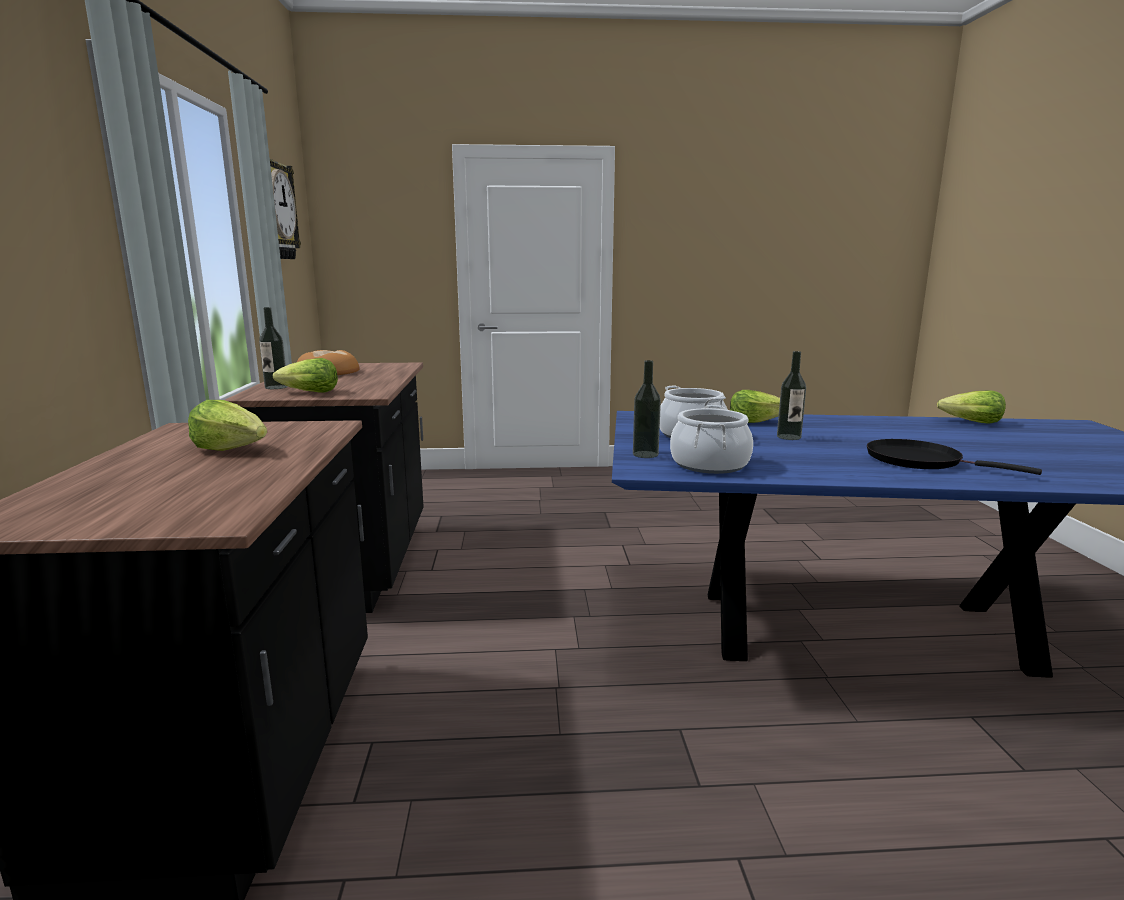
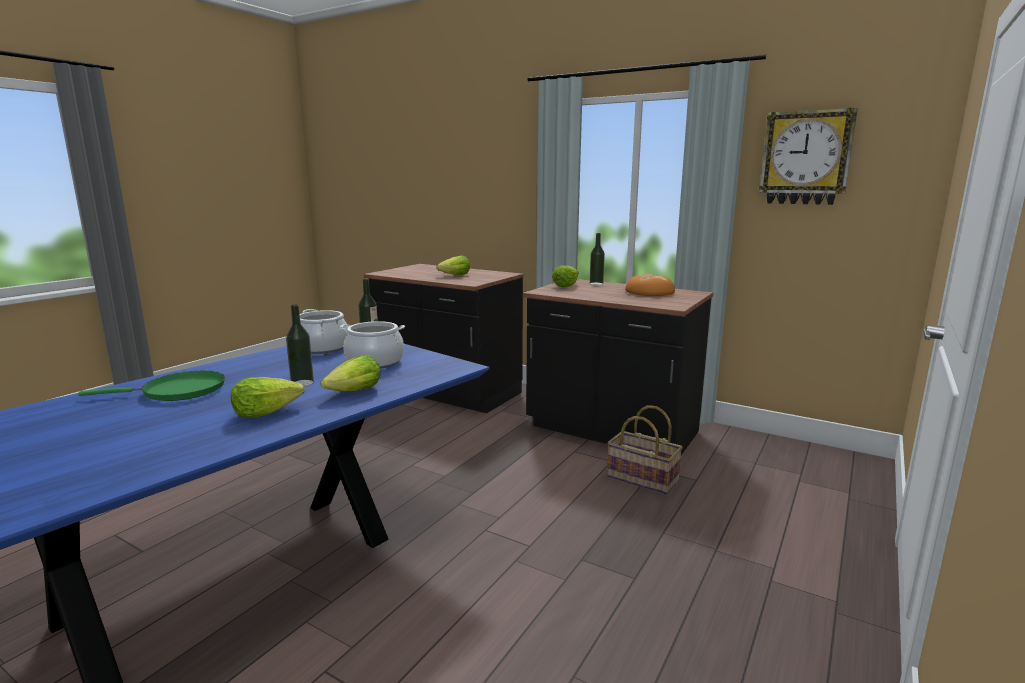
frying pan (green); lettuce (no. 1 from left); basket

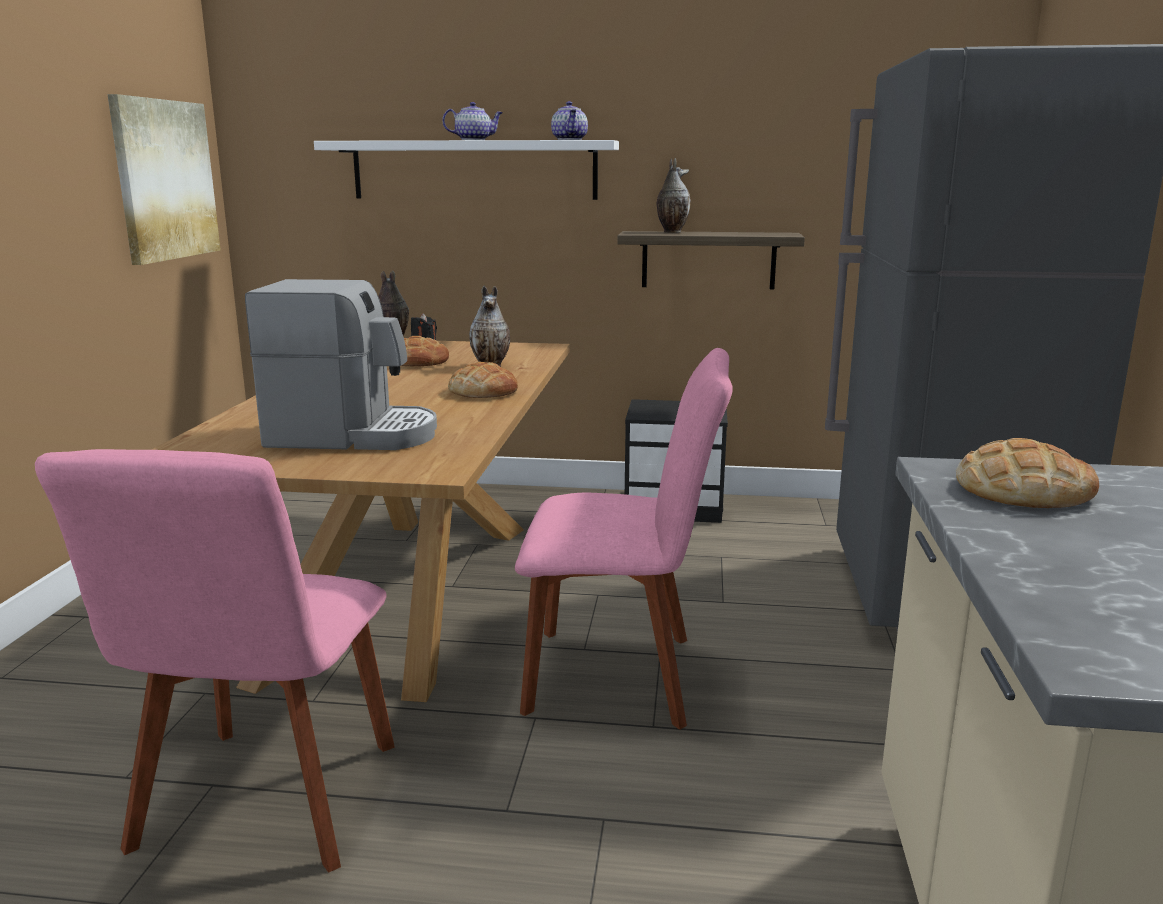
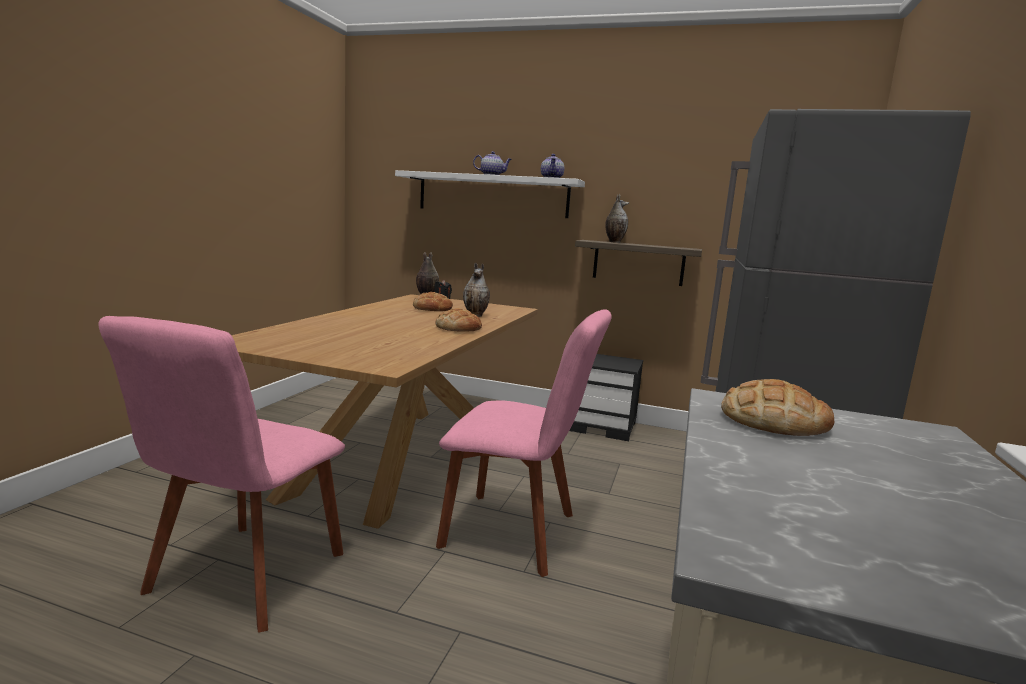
picture; coffee machine

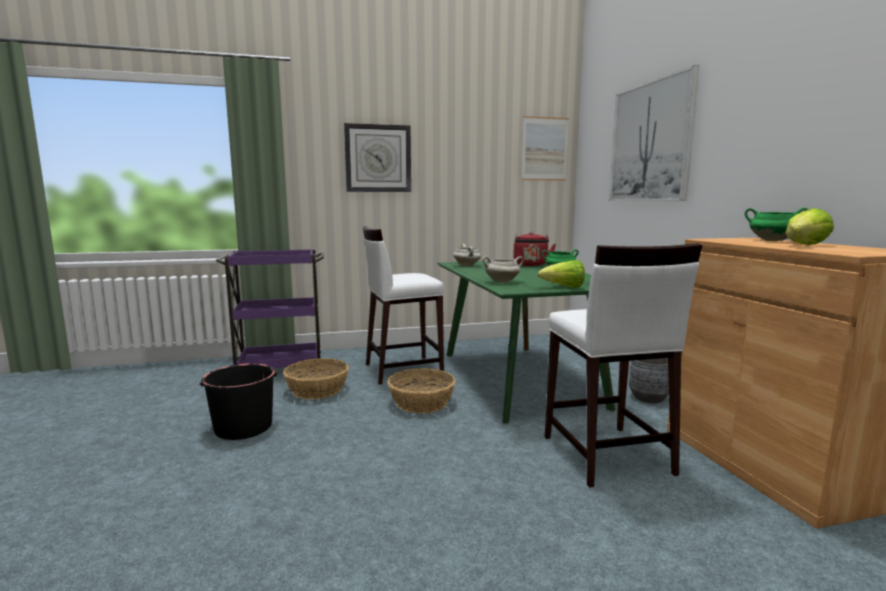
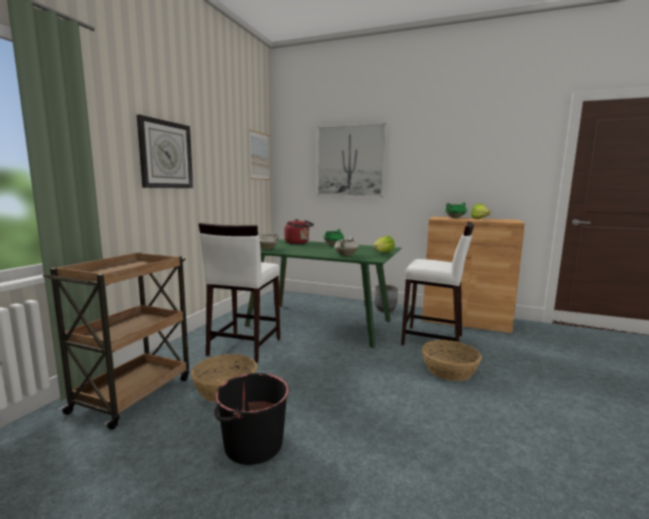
cart (brown); basket (no. 2 from left)

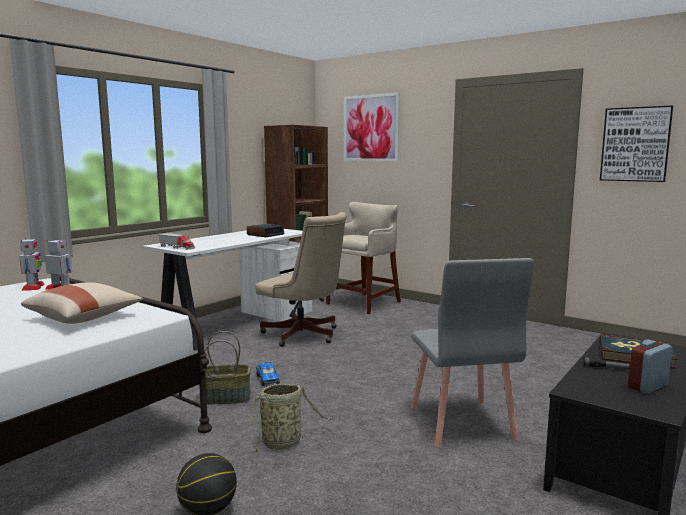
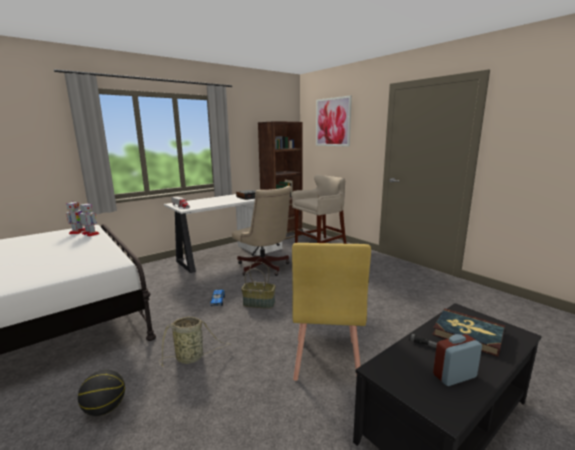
pillow (beige); basket (no. 2 from left); chair (yellow); picture (no. 2 from left in the first image)

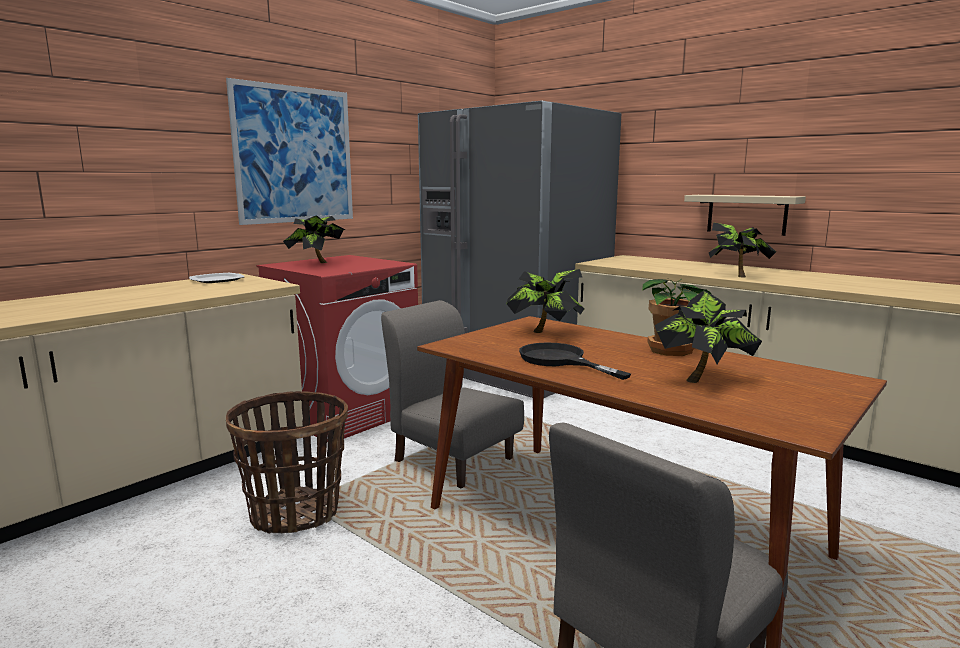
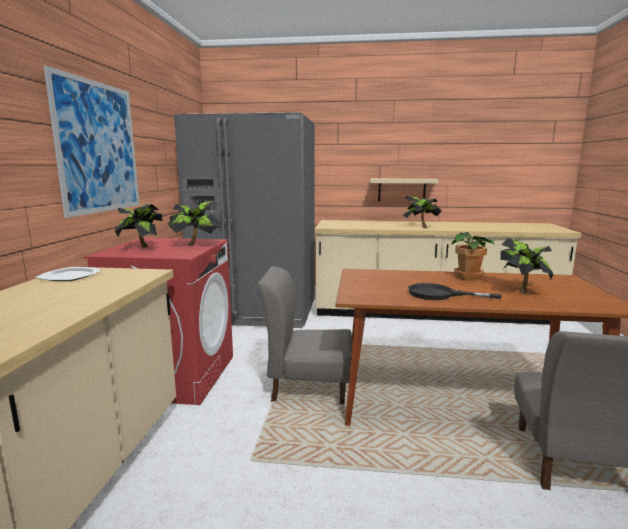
basket; potted plant (no. 2 from left)

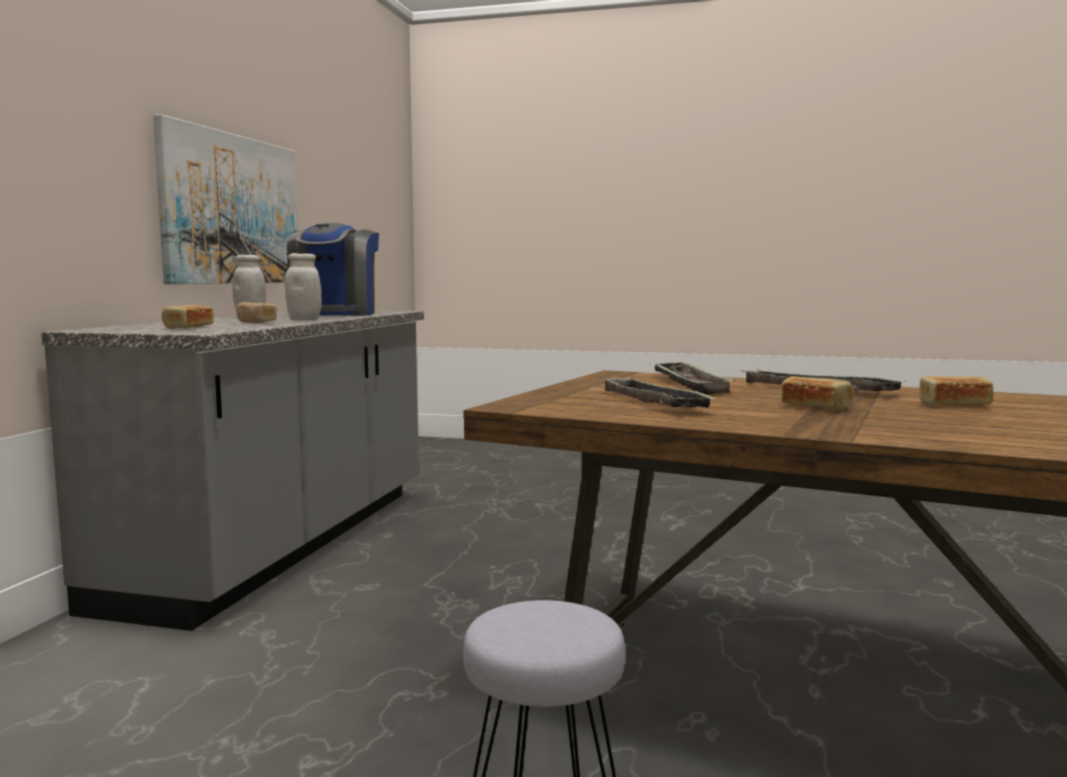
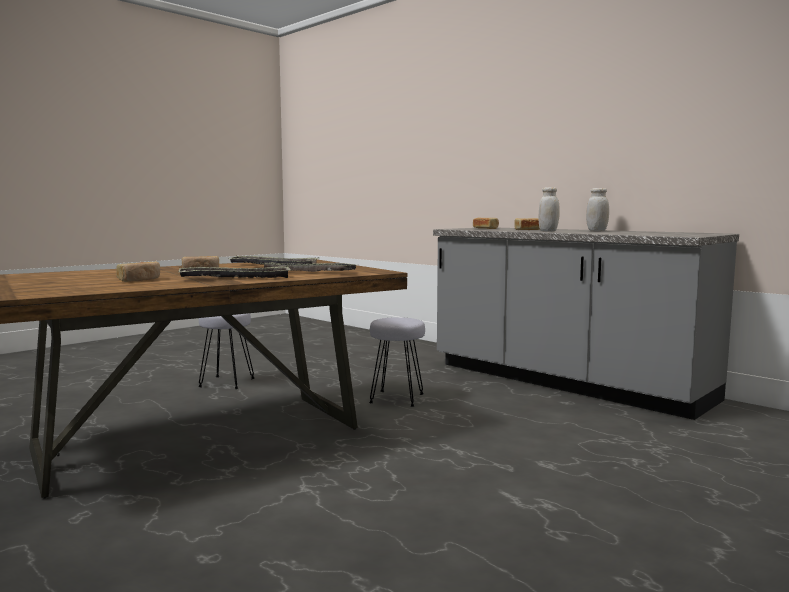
picture; coffee machine; stool (grey) (no. 2 from left)

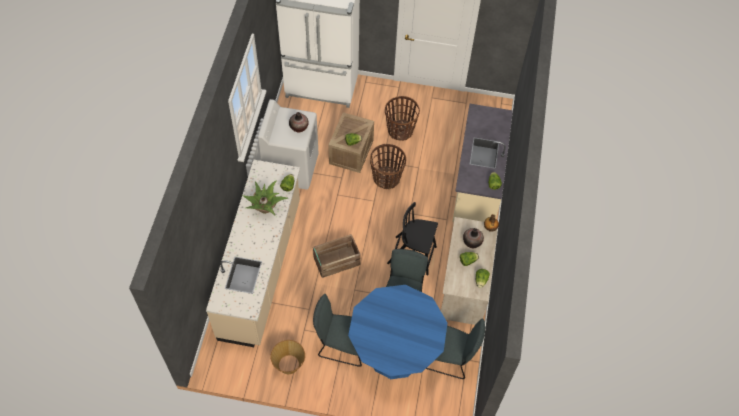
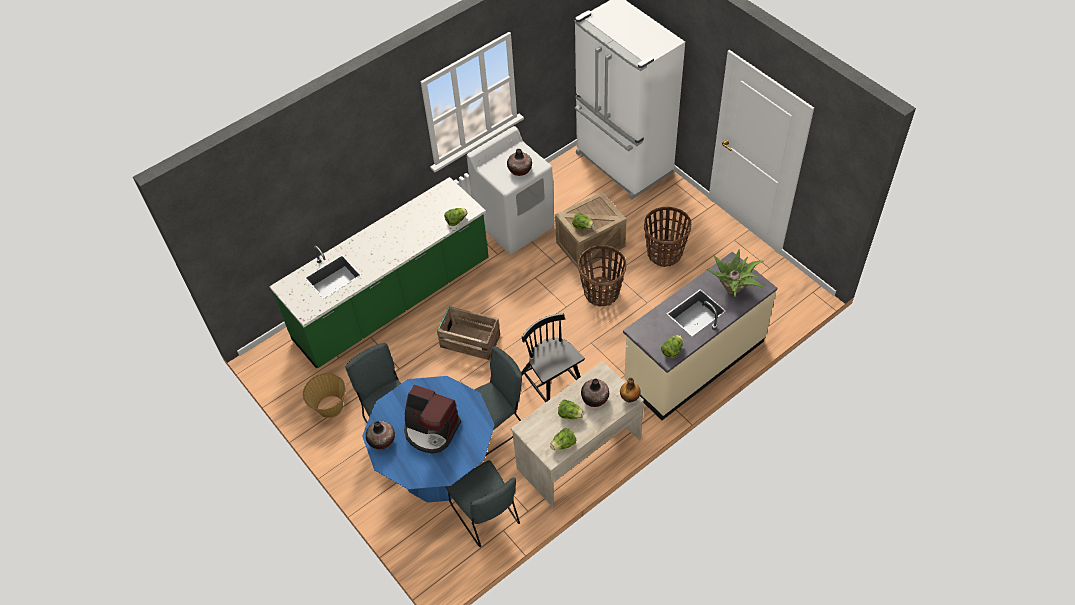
counter (green); potted plant; vase (no. 1 from left); coffee machine

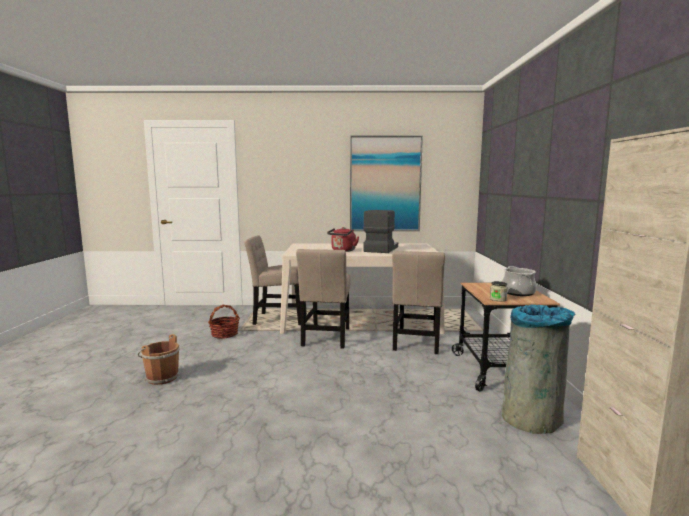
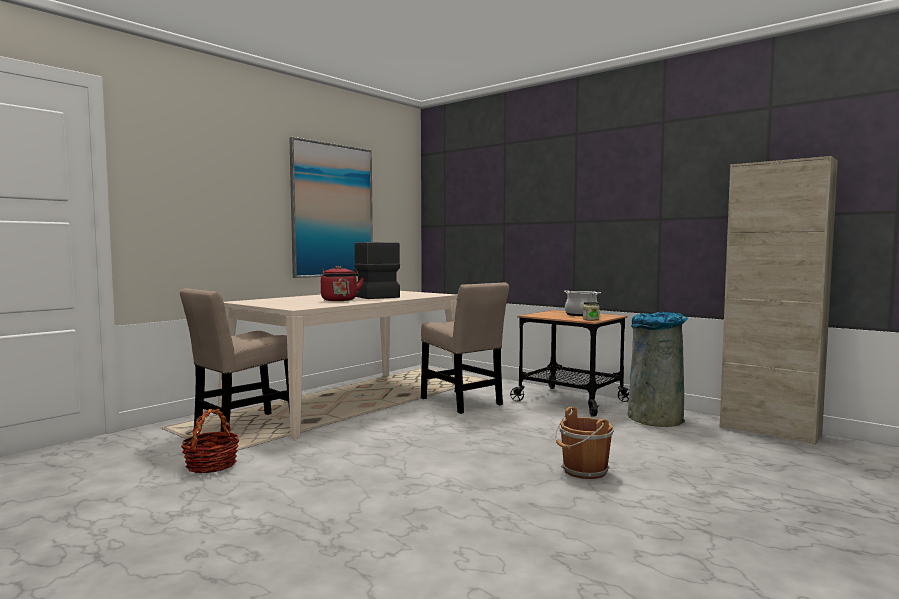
bucket (brown); chair (beige) (no. 2 from left in the first image)

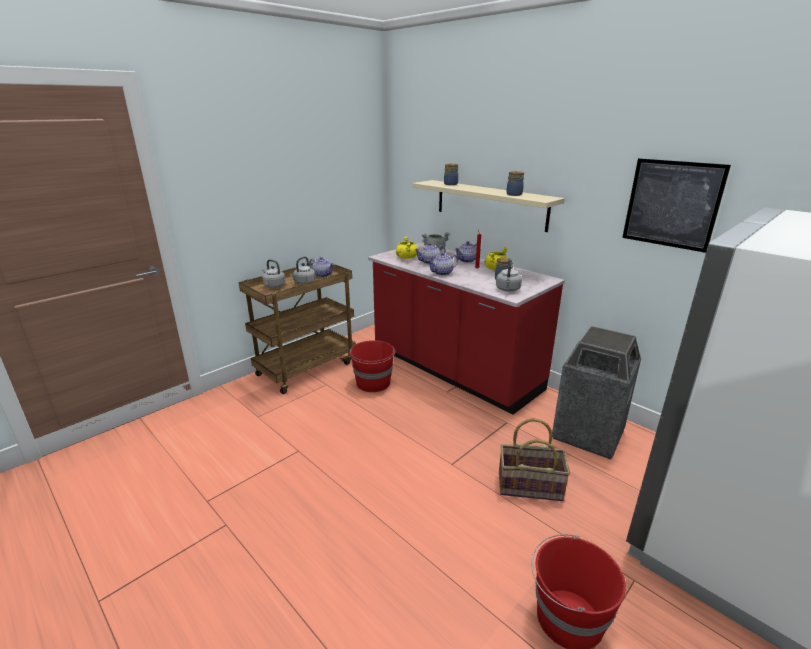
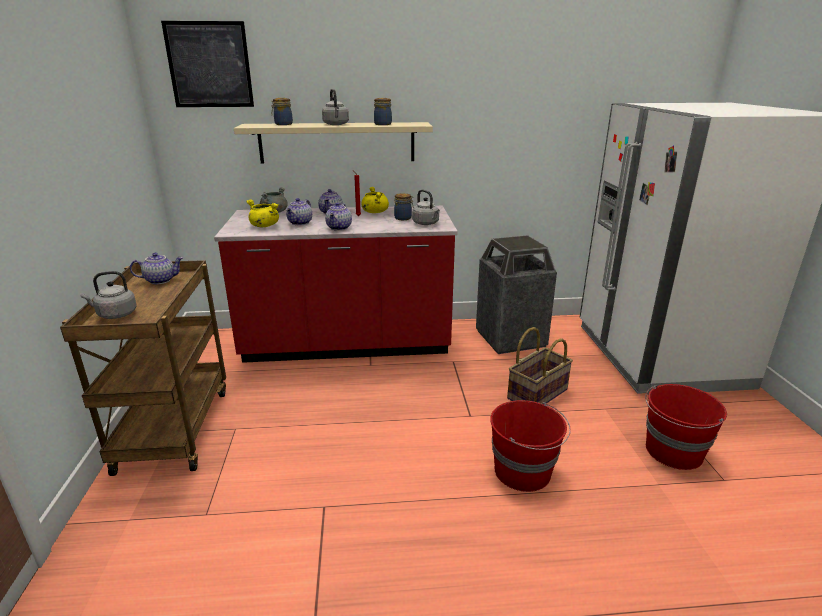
kettle (grey) (no. 2 from left); bucket (red) (no. 1 from left); picture

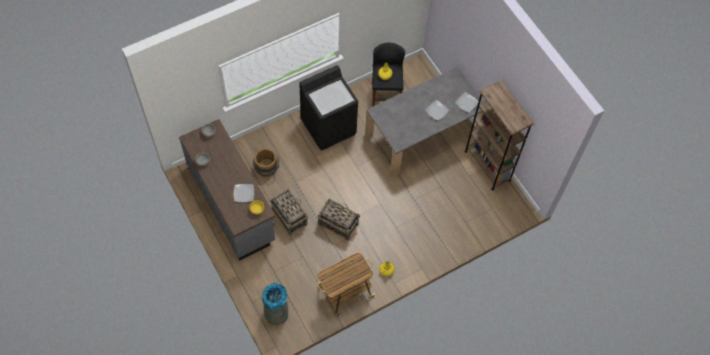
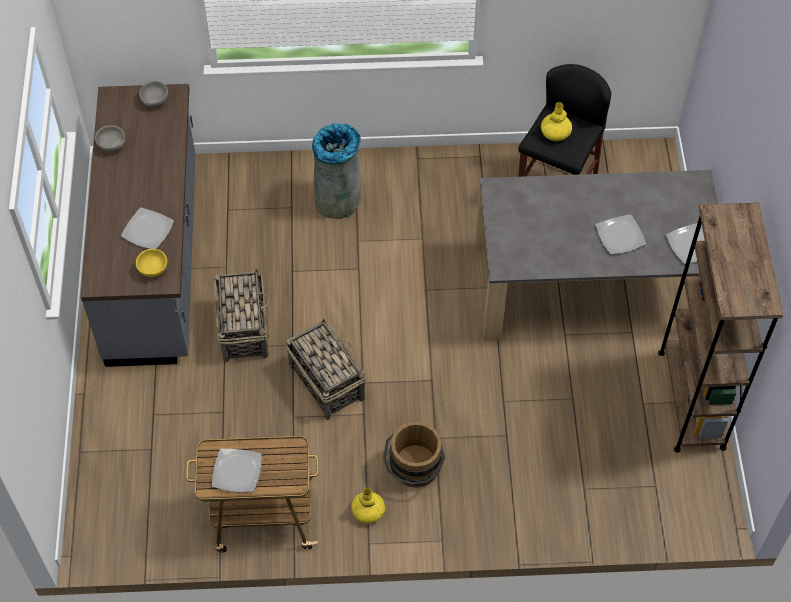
bucket (brown); trash can (grey); washing machine (black); plate (no. 2 from left)

